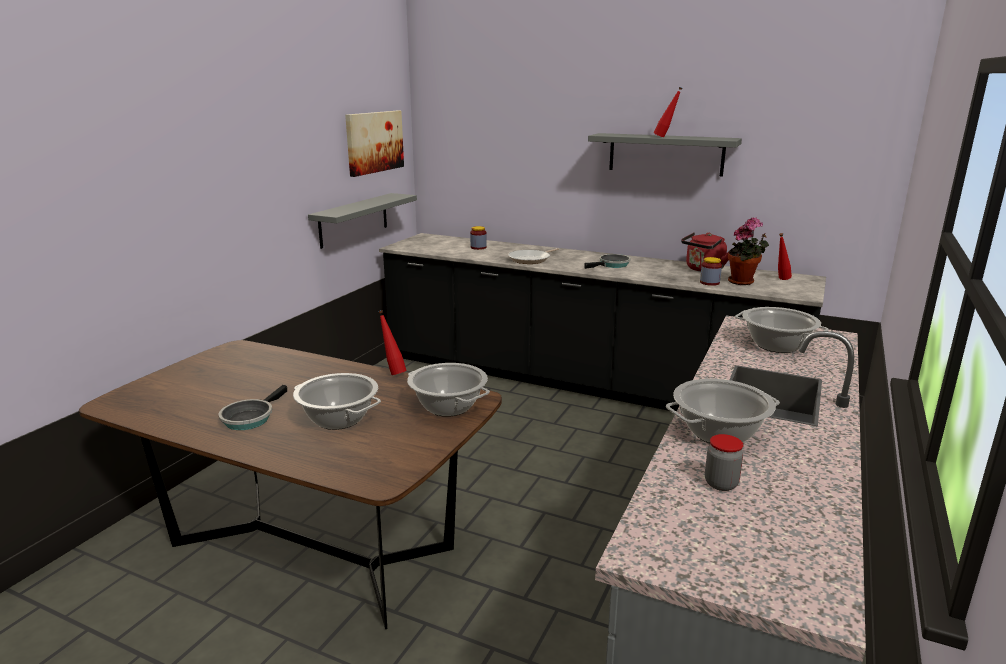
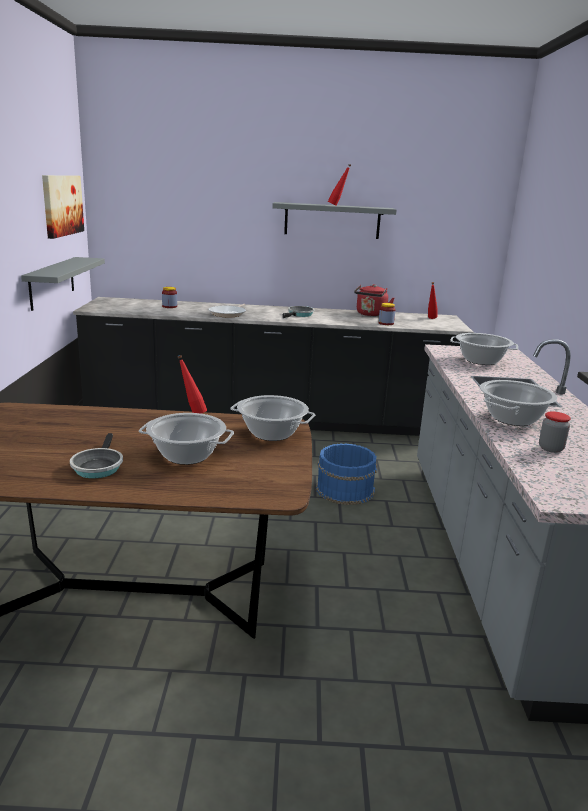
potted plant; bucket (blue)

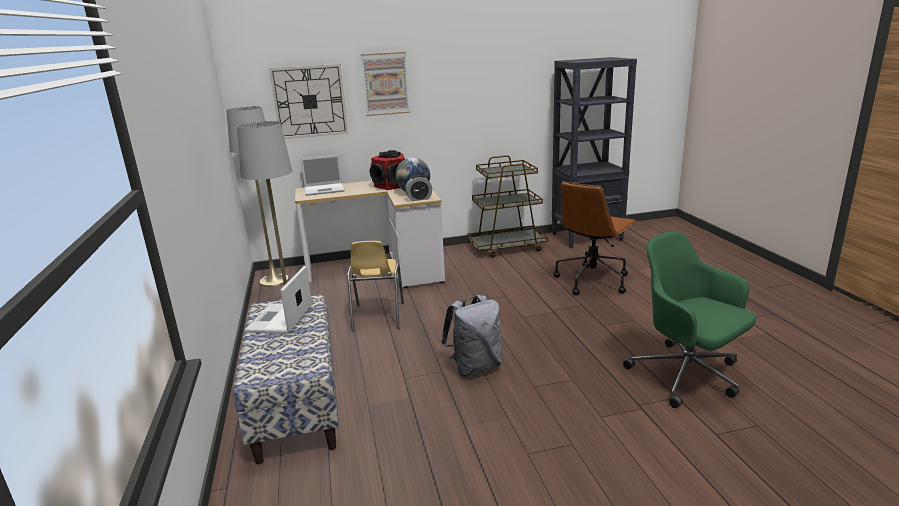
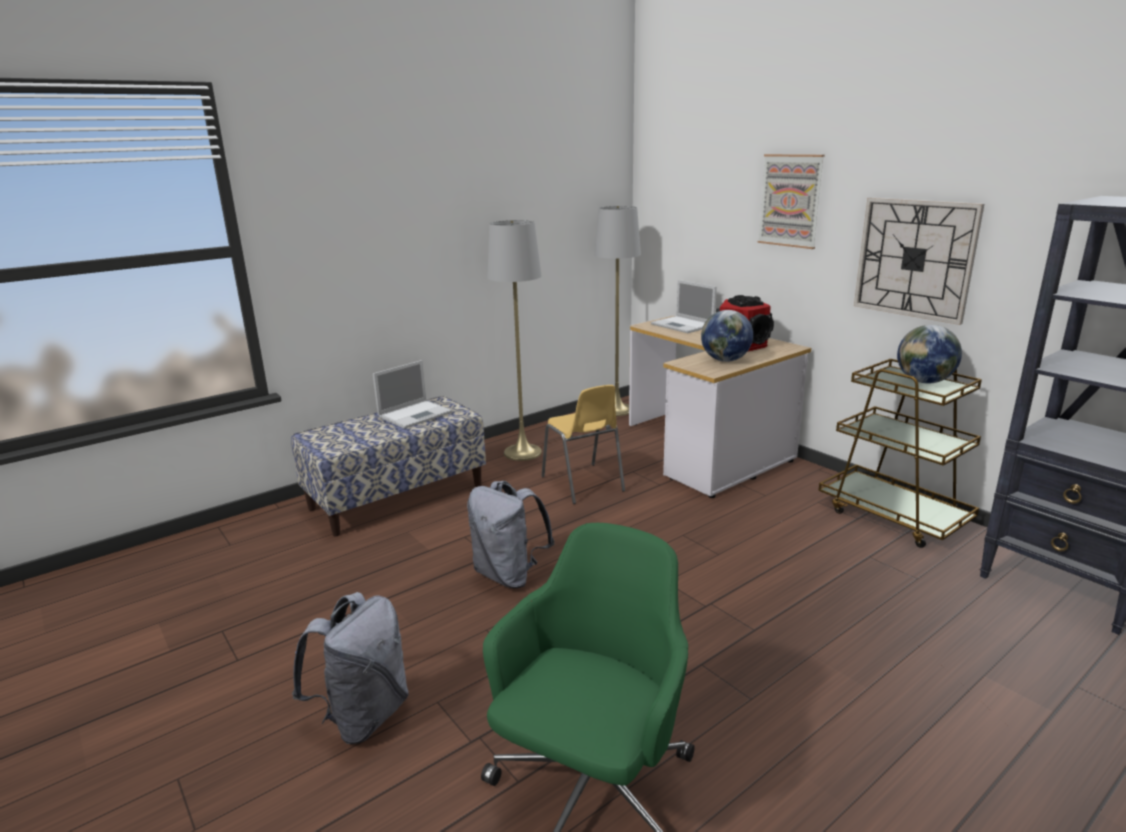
laptop (no. 1 from left); wall clock; chair (yellow); alarm clock; office chair (brown); backpack (grey) (no. 1 from left); globe (no. 2 from left)

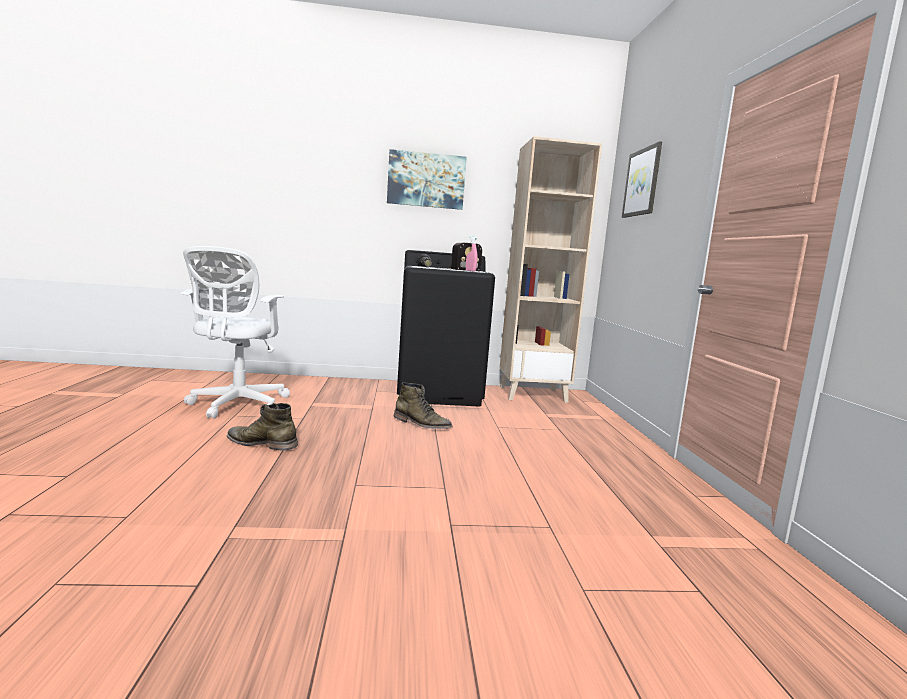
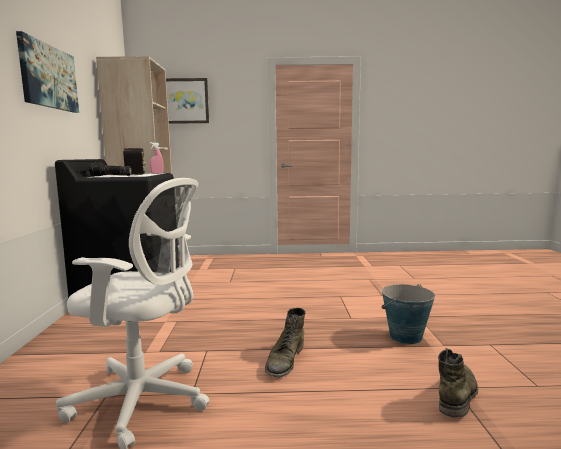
boot (green) (no. 2 from left); bucket

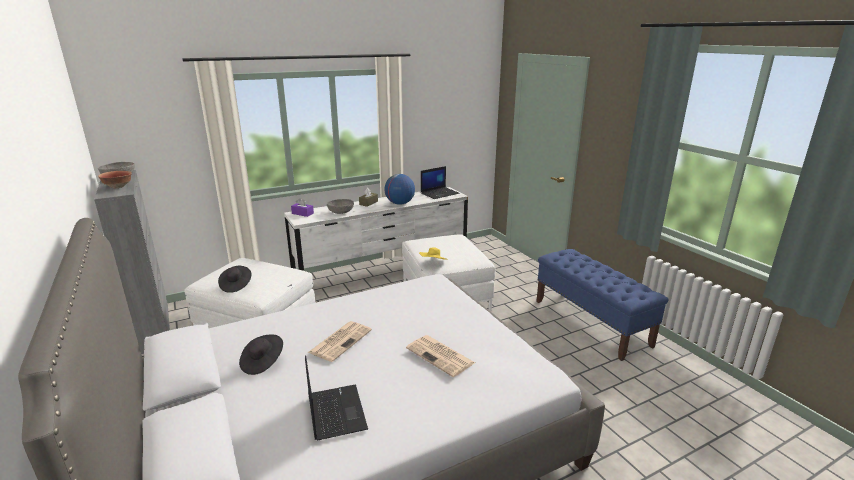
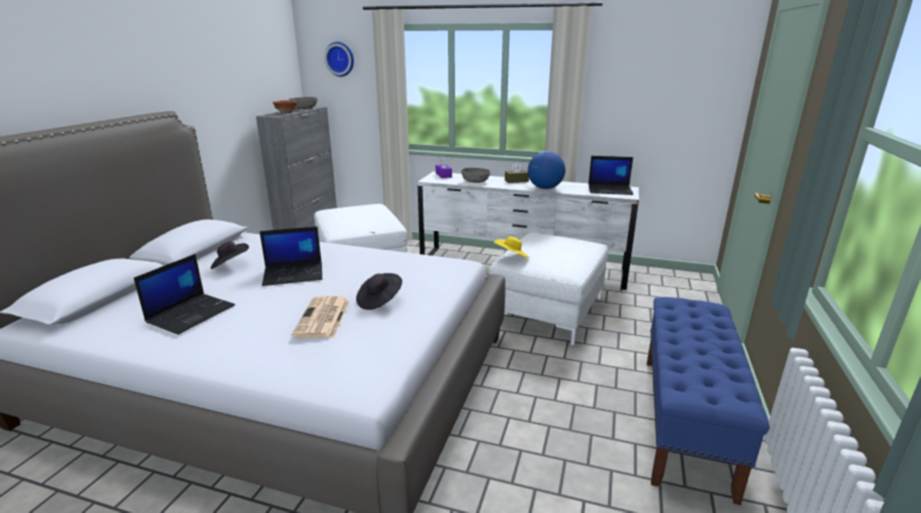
hat (black) (no. 2 from left); laptop (no. 2 from left); wall clock

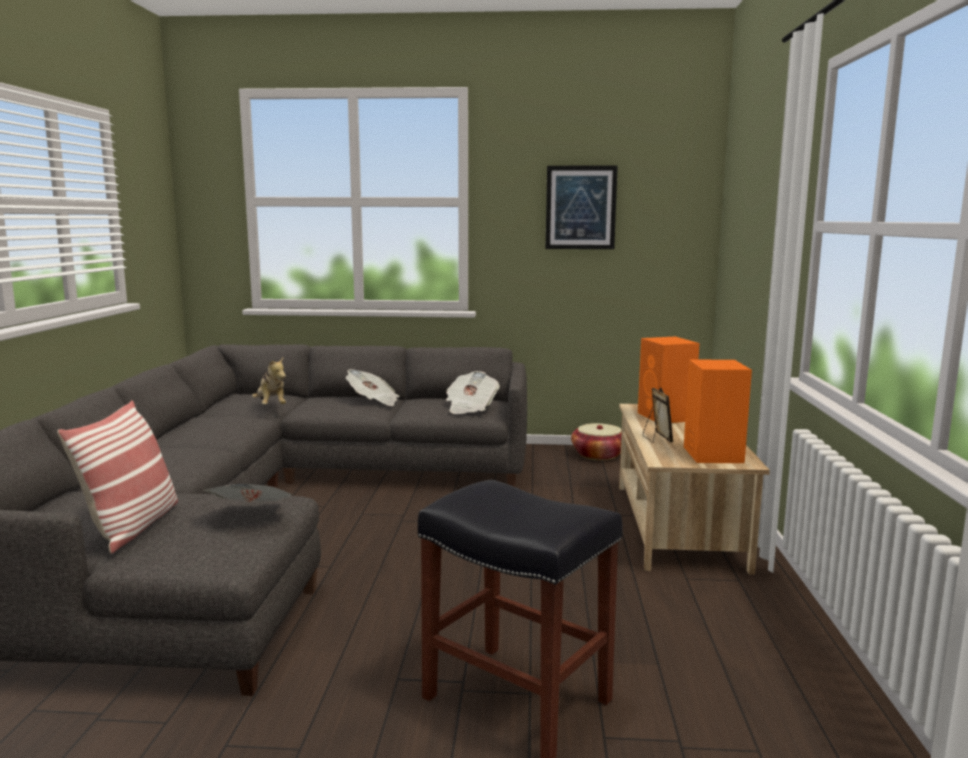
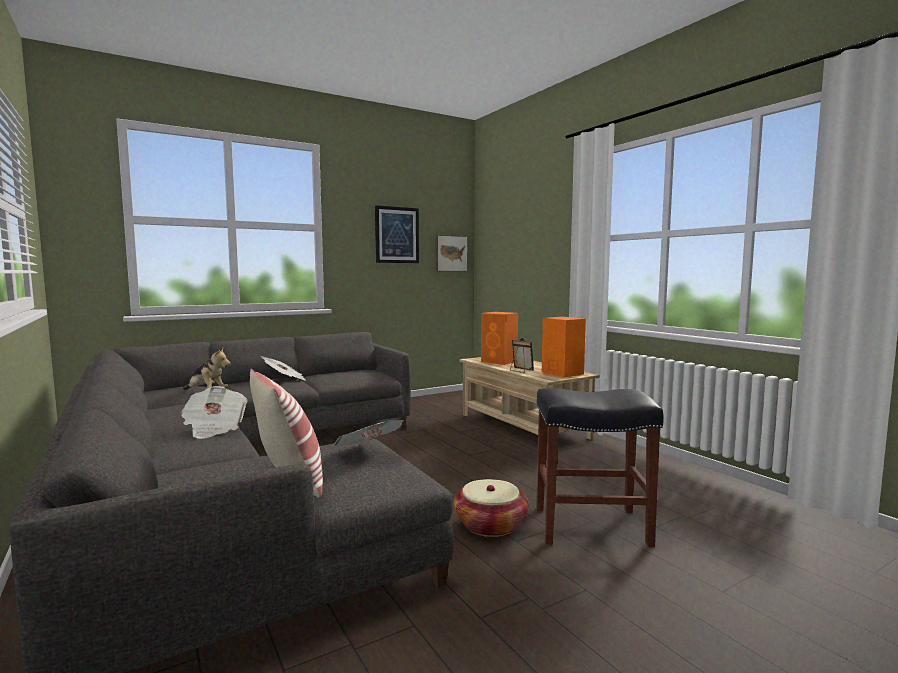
newspaper (no. 1 from left); basket; picture (no. 2 from left)

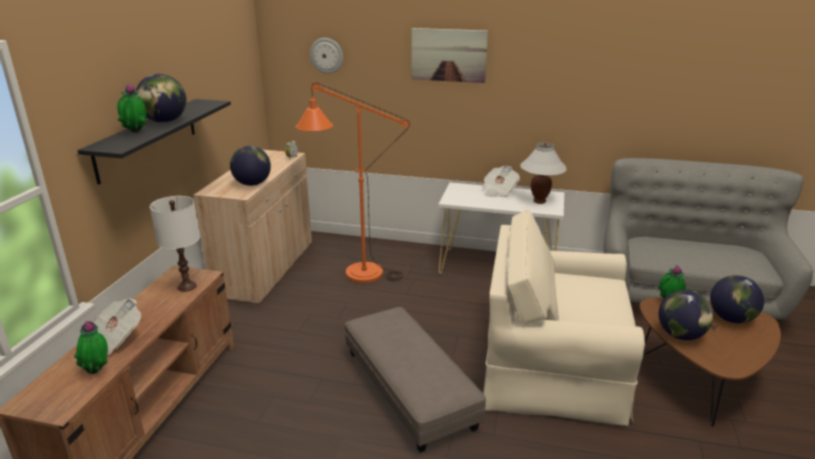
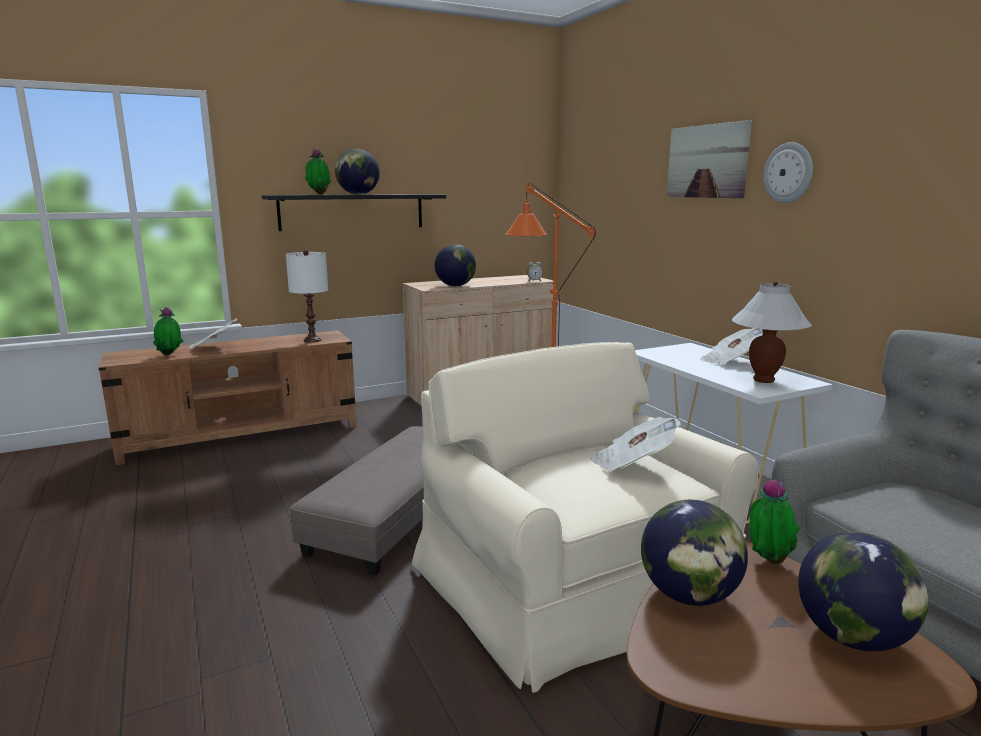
wall clock; newspaper (no. 2 from left)

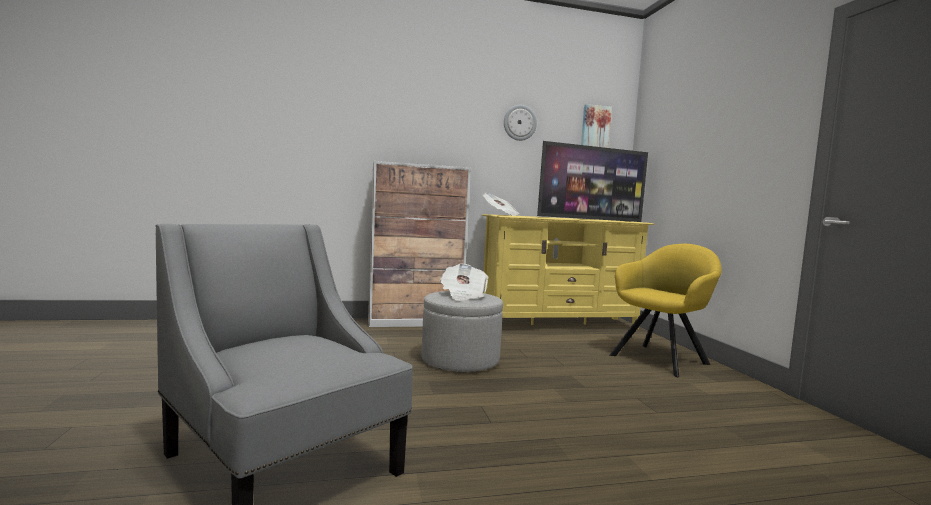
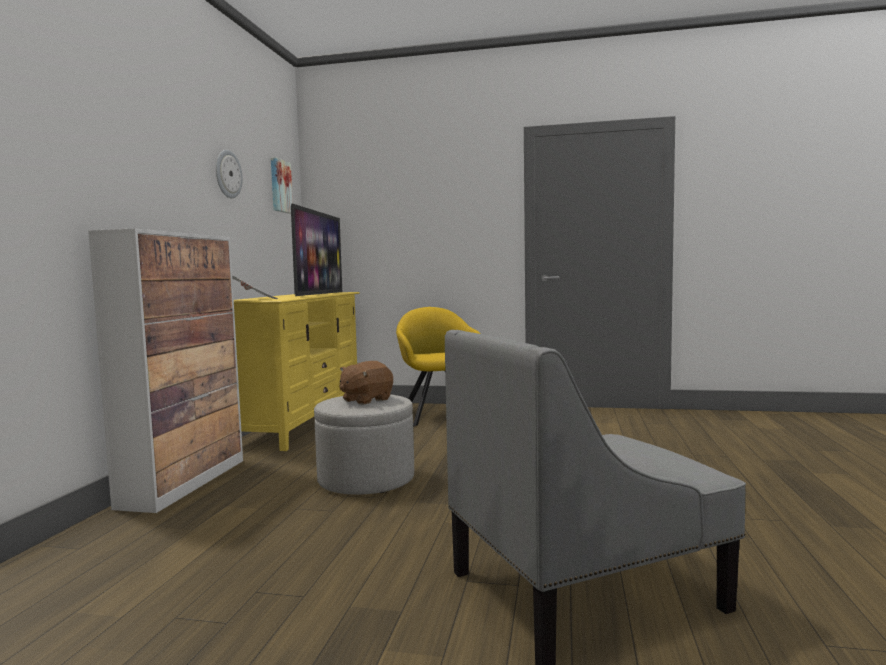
plush toy (brown)

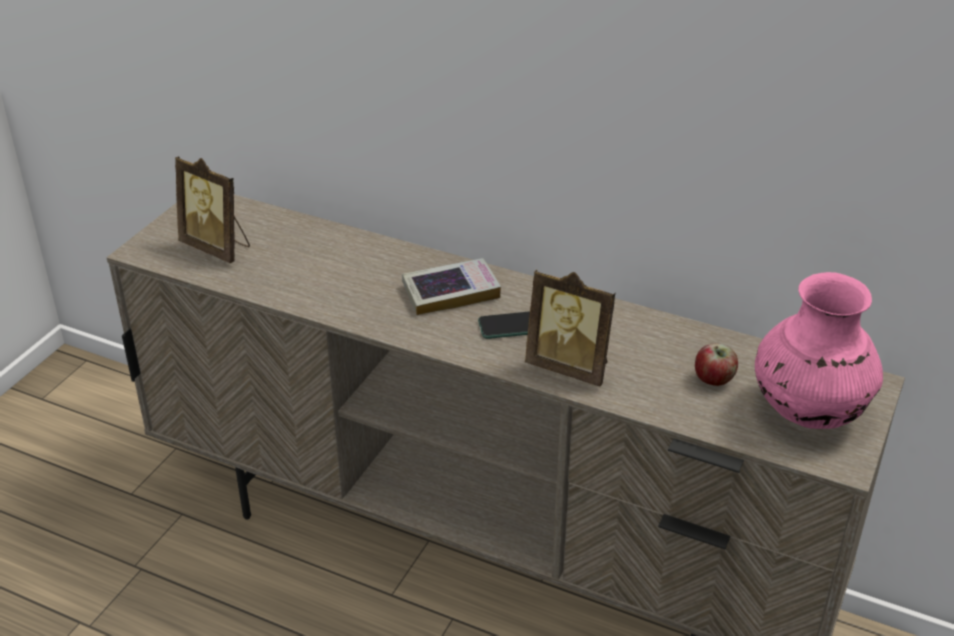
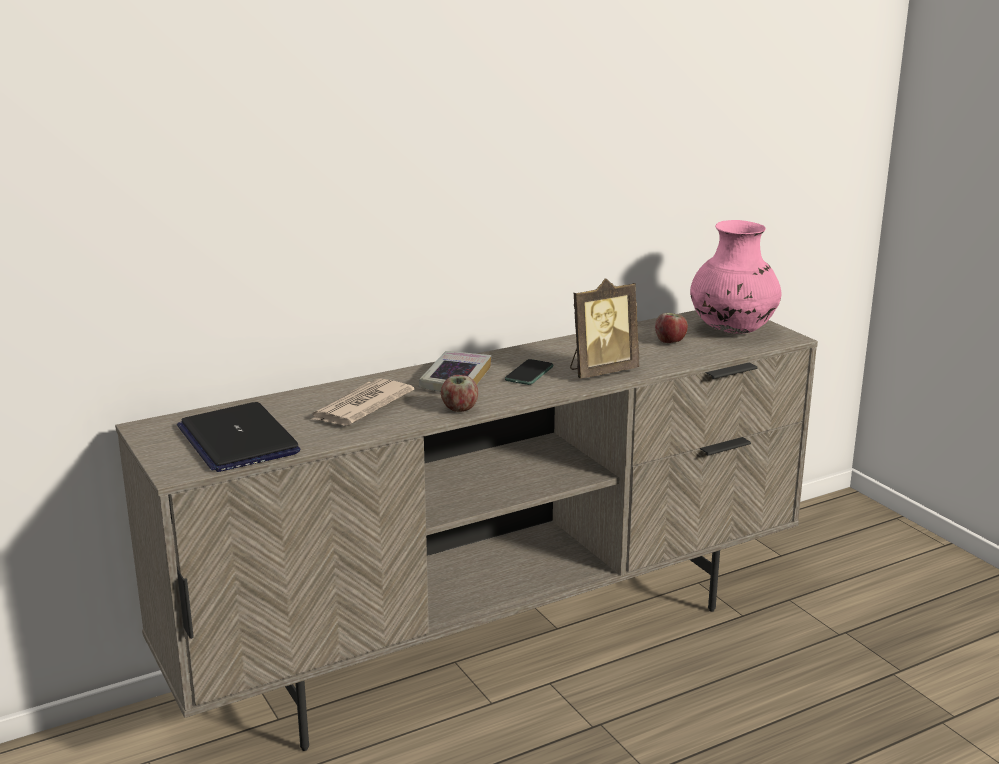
laptop; newspaper; apple (no. 1 from left)

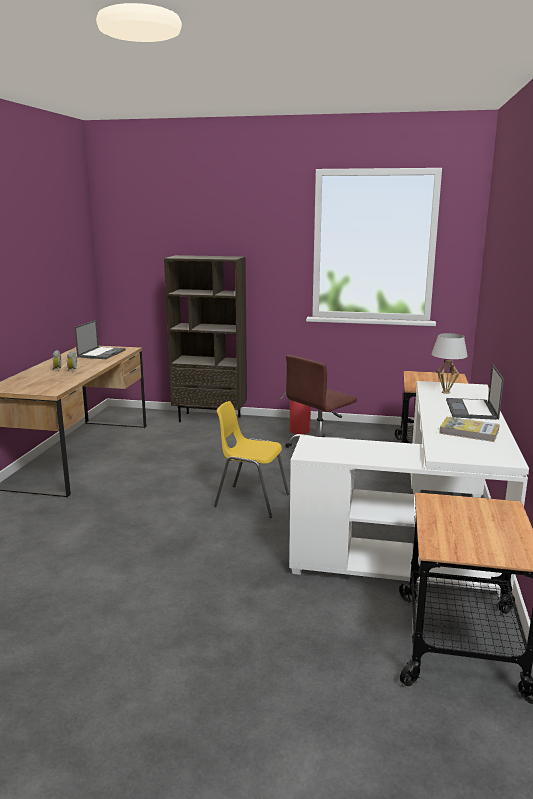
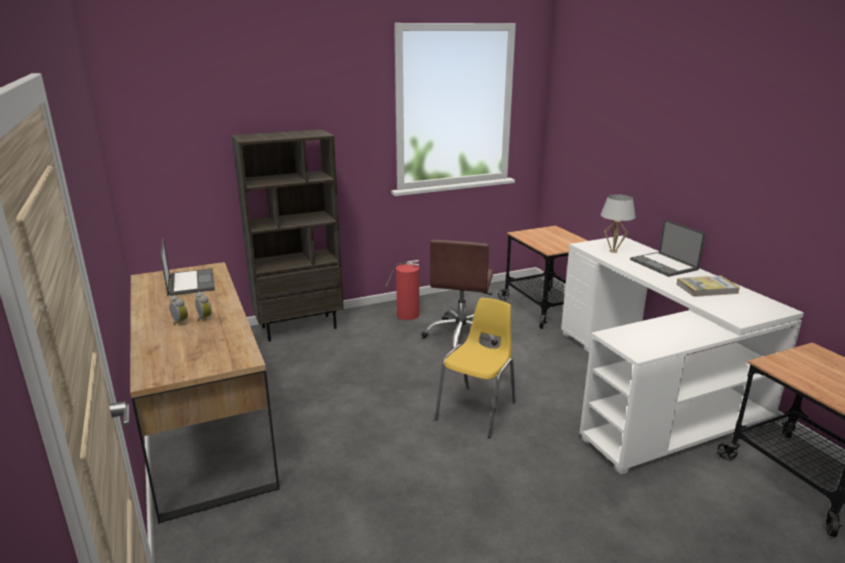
chair (yellow)

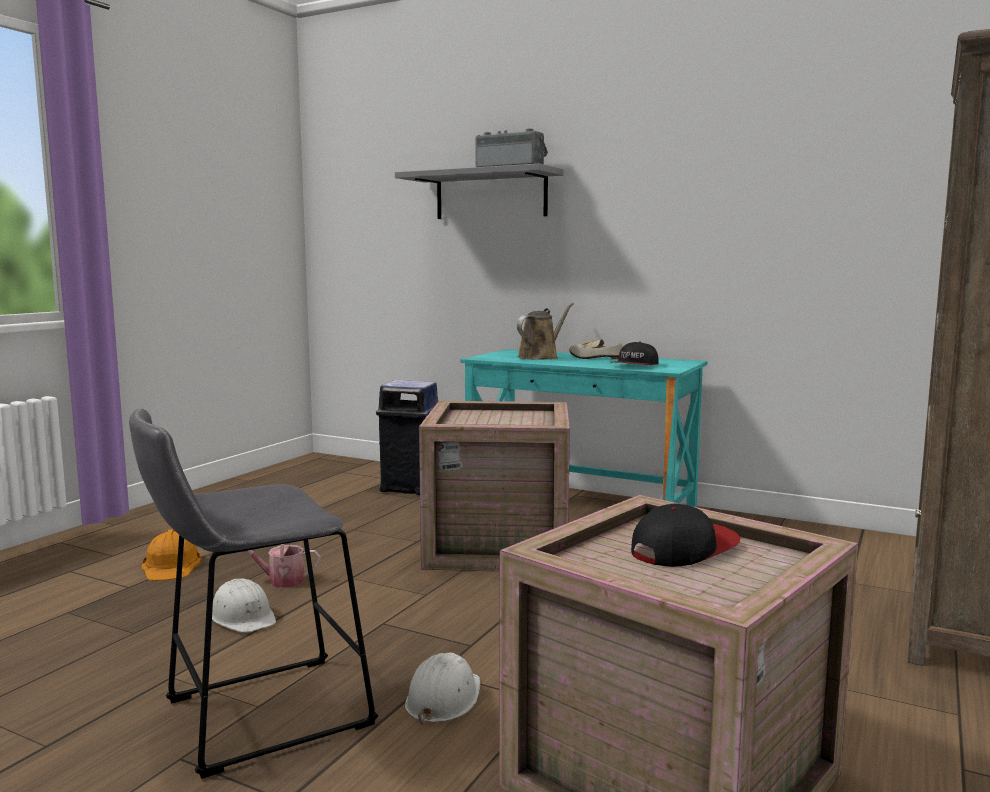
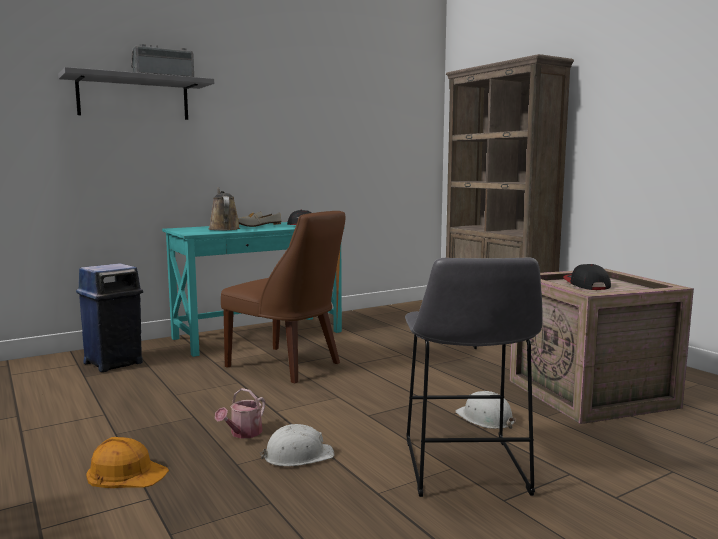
chair (brown)

